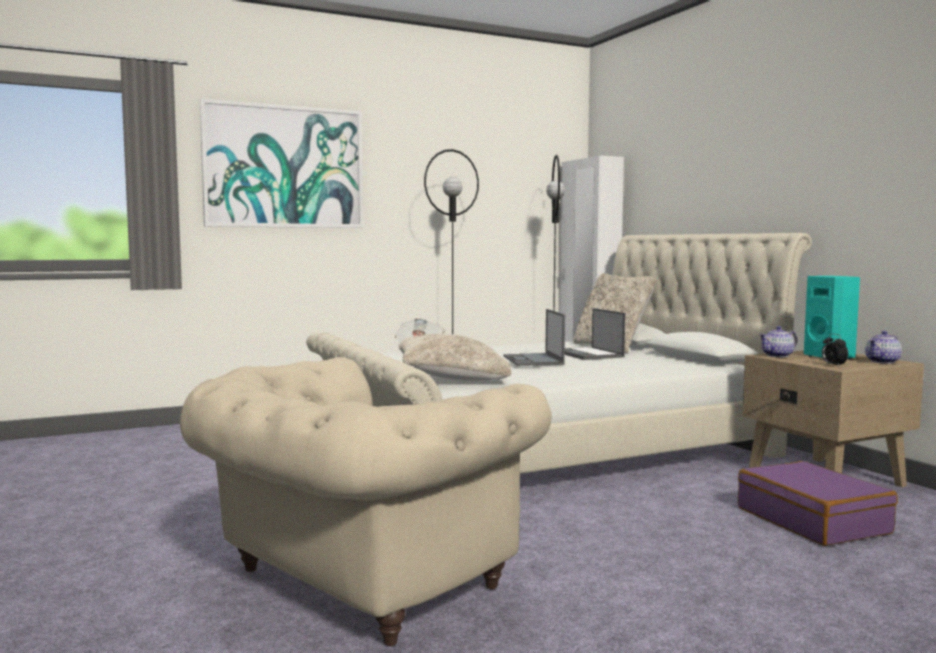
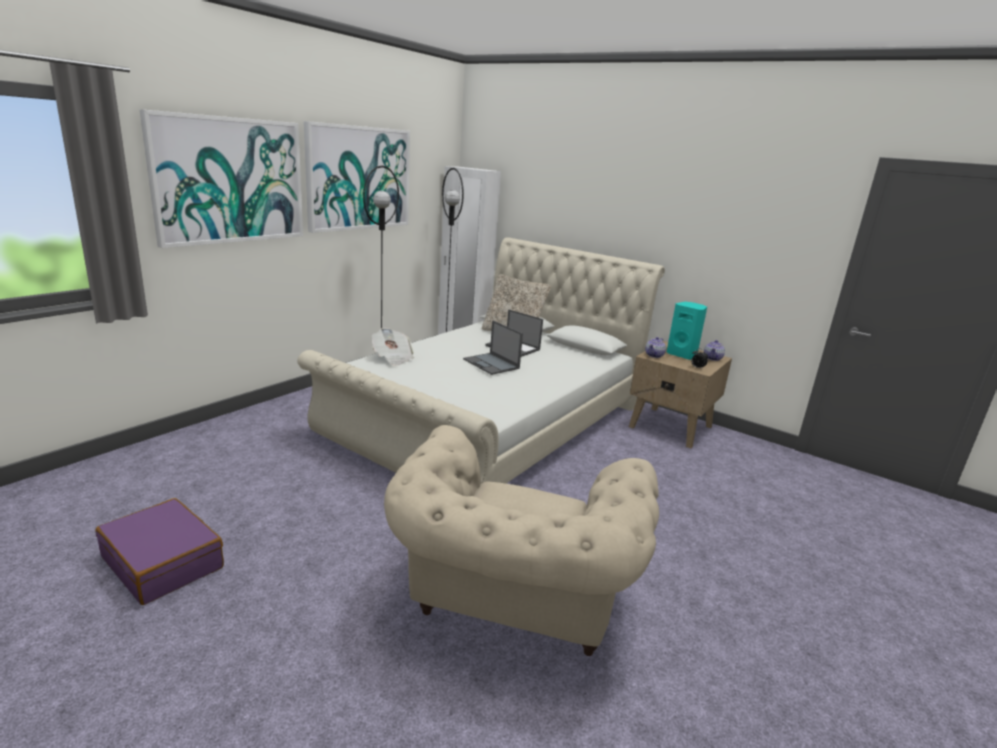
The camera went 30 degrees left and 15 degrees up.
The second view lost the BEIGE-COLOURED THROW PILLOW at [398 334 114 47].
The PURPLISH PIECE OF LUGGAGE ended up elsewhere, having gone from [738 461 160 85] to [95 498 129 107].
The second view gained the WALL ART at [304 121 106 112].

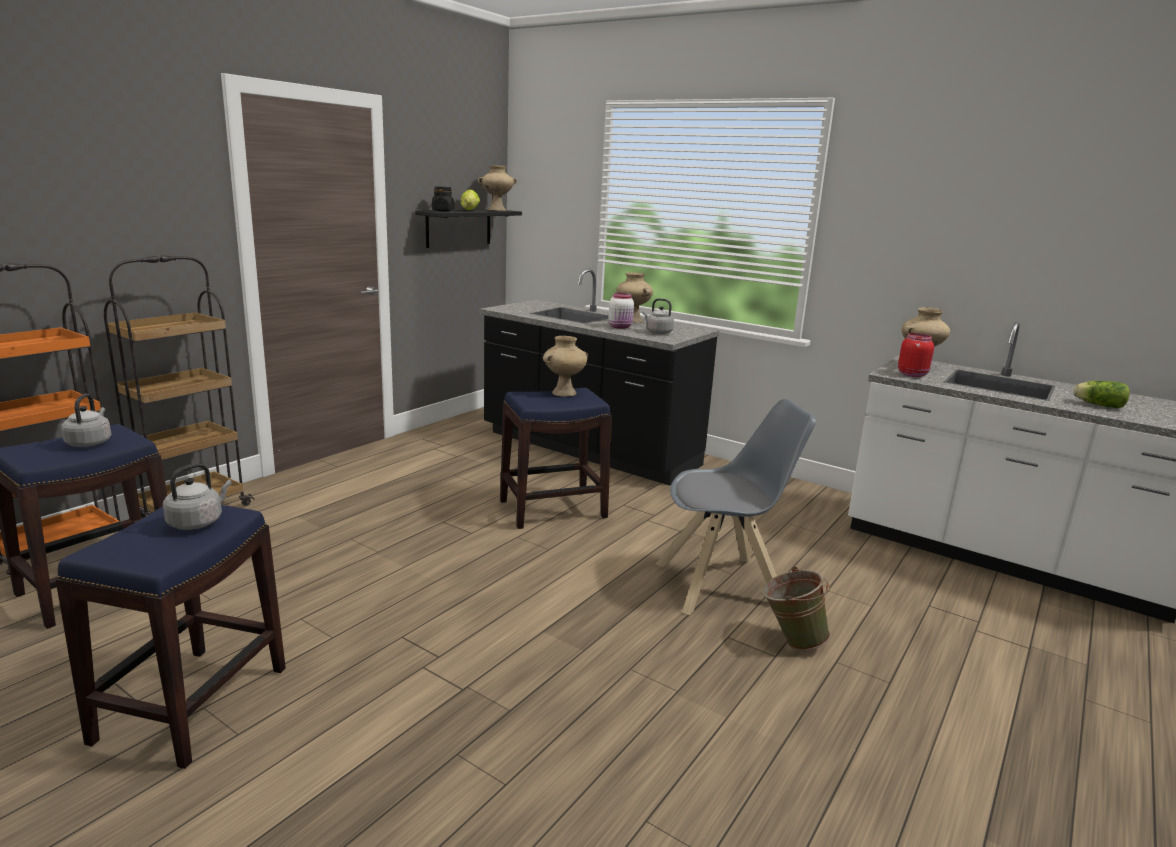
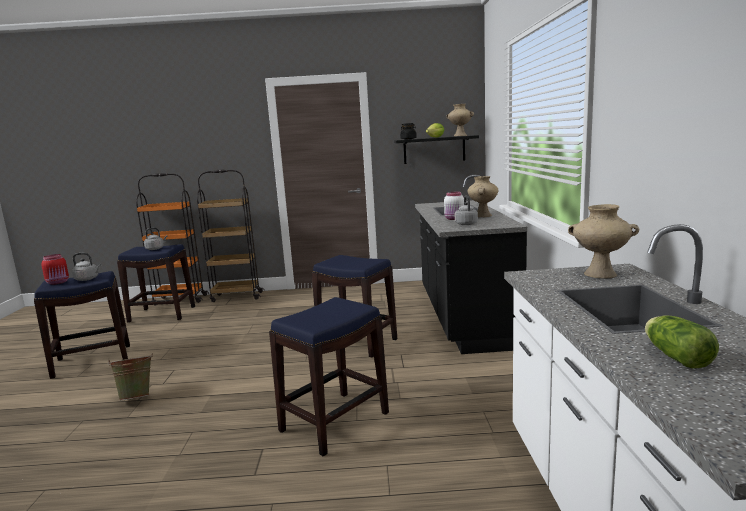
The camera went 55 degrees right and 5 degrees down.
The RED PRESERVE JAR ended up elsewhere, having gone from [898 333 36 44] to [41 254 28 31].
The second view lost the BEIGE-COLOURED FLOWER VASE at [543 336 45 61].
Where the GRAY CHAIR stood at [656 399 160 216], the STOOL SEAT came to stand at [269 297 120 159].
The GREENISH WATER BUCKET ended up elsewhere, having gone from [762 566 68 84] to [108 353 45 48].

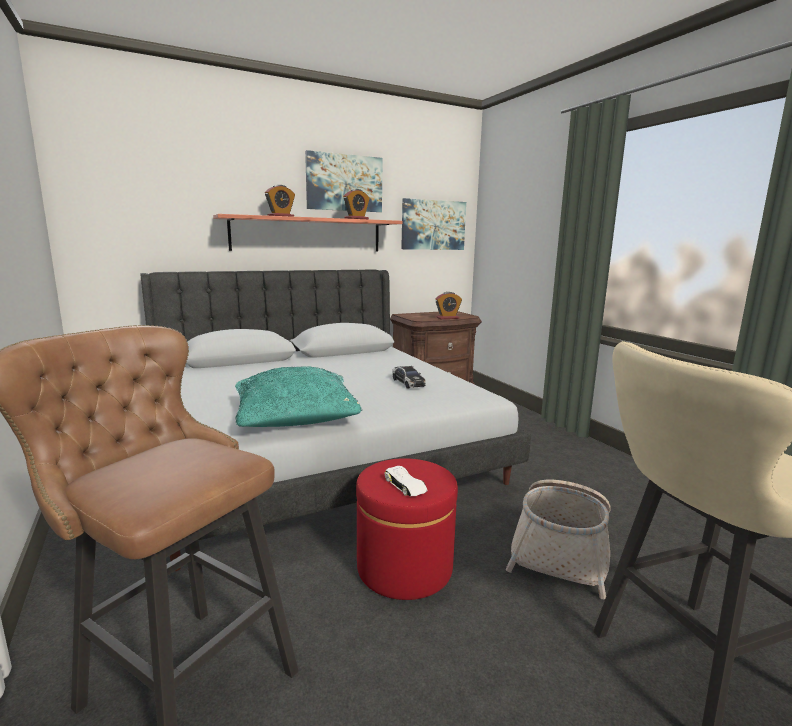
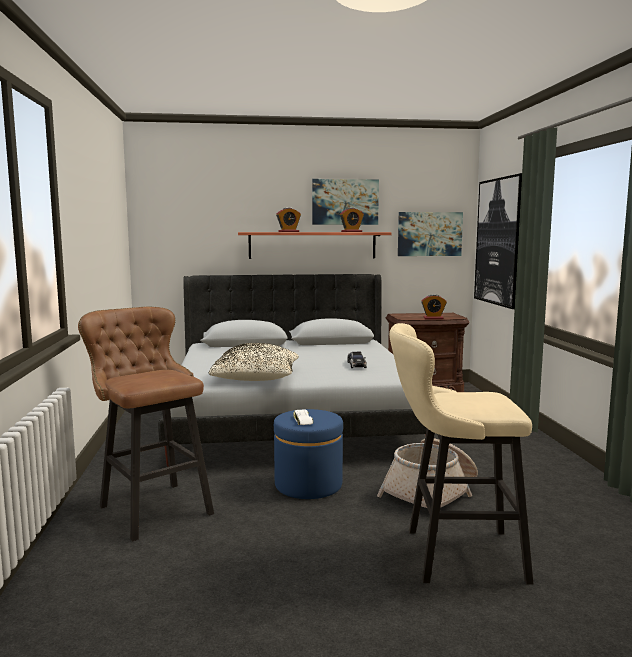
The camera went 20 degrees right and 5 degrees down.
What was the BLUE-GREEN THROW PILLOW at [235 366 127 61] turned into the BEIGE-COLOURED THROW PILLOW at [209 343 90 38].
What was the RED FOOTREST at [356 458 102 142] turned into the BLUE-COLOURED FOOTREST at [274 409 69 90].
The second view gained the WALL ART at [474 173 48 136].

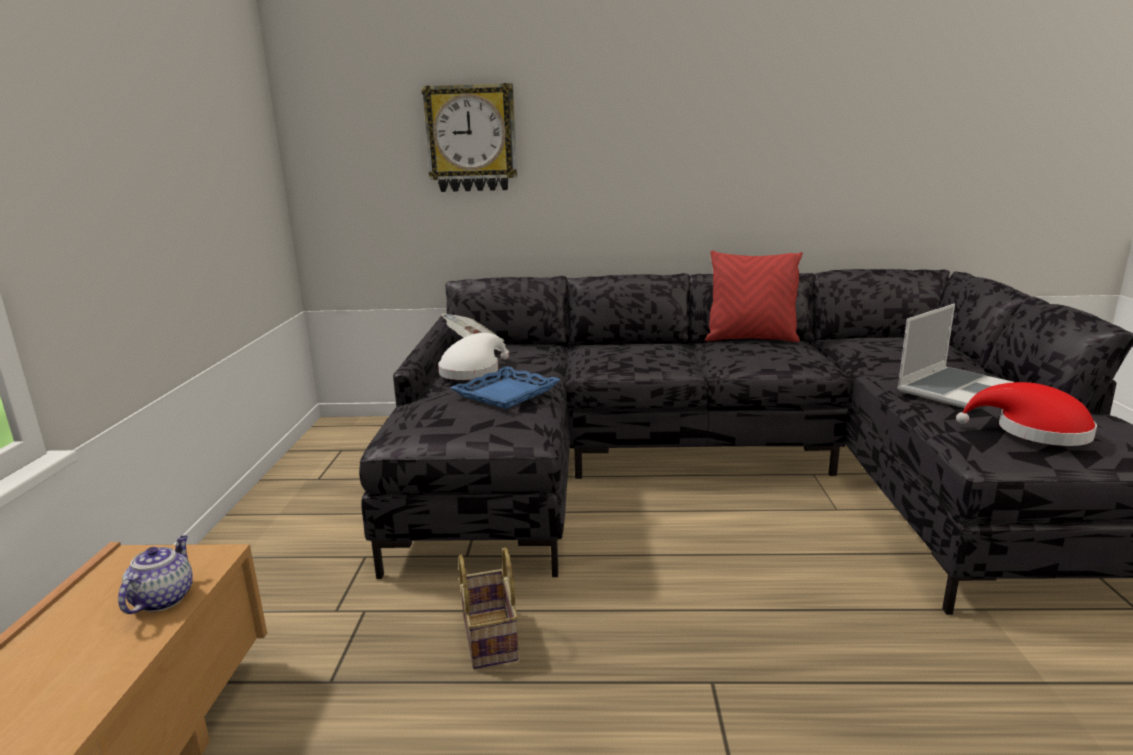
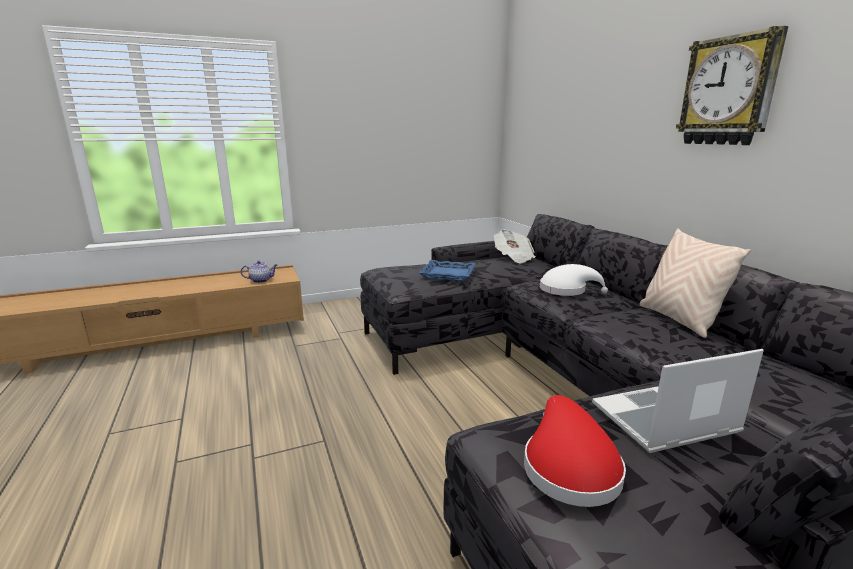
The camera went 65 degrees right and 0 degrees up.
The HANGING CLOCK ended up elsewhere, having gone from [422 83 95 109] to [676 26 112 119].
What was the RED THROW PILLOW at [705 250 98 92] turned into the BEIGE-COLOURED THROW PILLOW at [639 228 112 110].
The PORTABLE COMPUTER at [897 304 116 104] ended up facing another way, 135 degrees clockwise from before.
The WHITISH CLOTHING HAT ended up elsewhere, having gone from [438 333 71 47] to [540 264 68 32].
The second view lost the BASKET at [459 547 60 122].

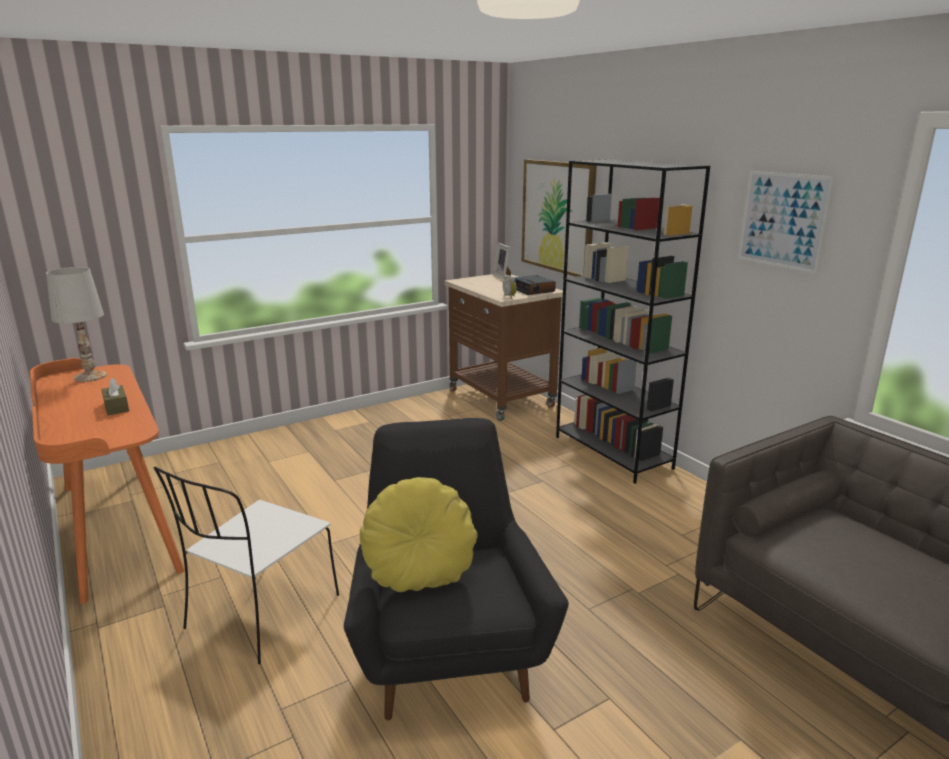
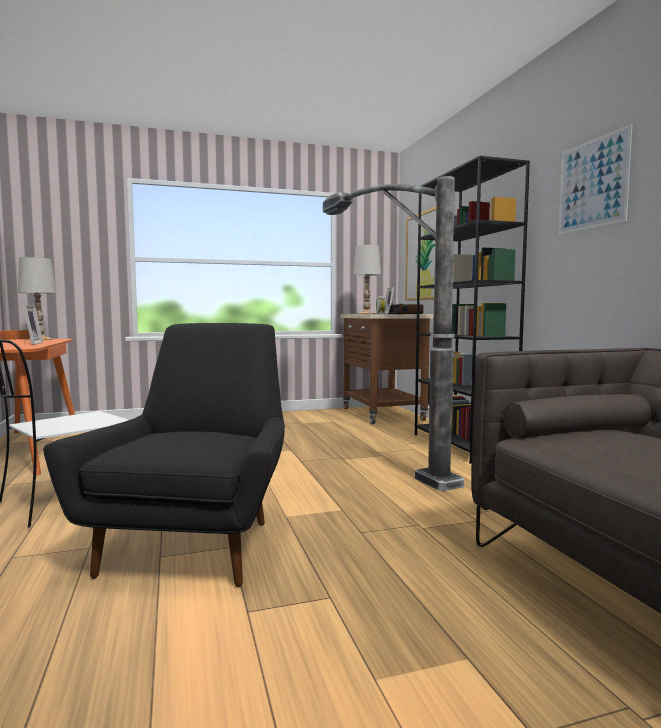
The camera went 15 degrees right and 15 degrees down.
Where the BROWN-COLOURED TISSUE BOX stood at [101 378 28 37], the PHOTO FRAME came to stand at [23 305 20 40].
The second view lost the YELLOW THROW PILLOW at [360 477 118 115].
The second view gained the STANDING LAMP at [323 176 141 315].
The second view gained the WHITISH TABLETOP LAMP at [353 245 28 69].

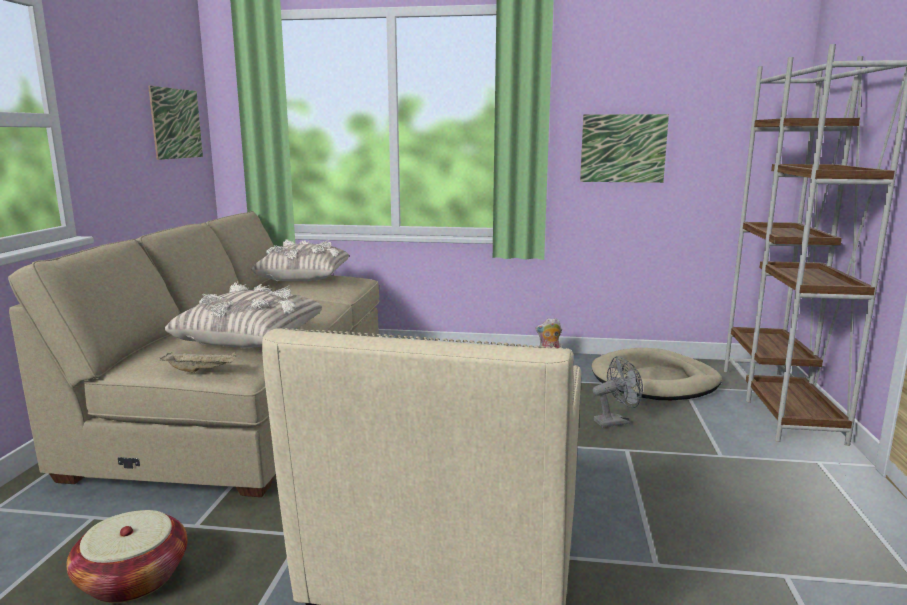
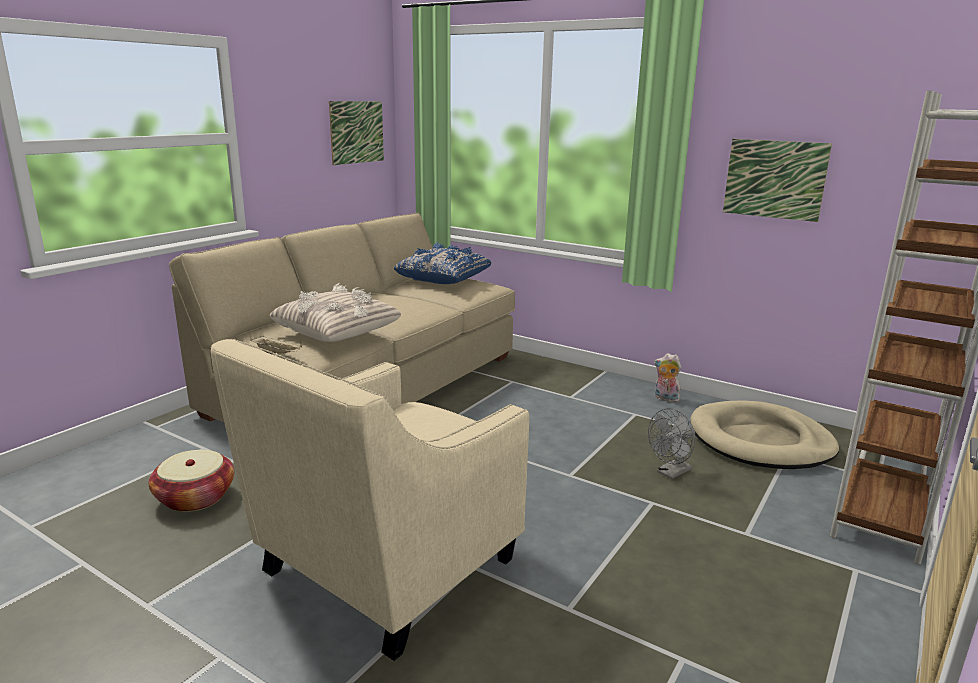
The camera went 25 degrees right and 5 degrees up.
What was the BEIGE-COLOURED THROW PILLOW at [252 239 97 42] turned into the BLUE-COLOURED THROW PILLOW at [394 242 97 42].
The GRAY ELECTRIC FAN at [593 356 50 72] ended up facing another way, 135 degrees clockwise from before.

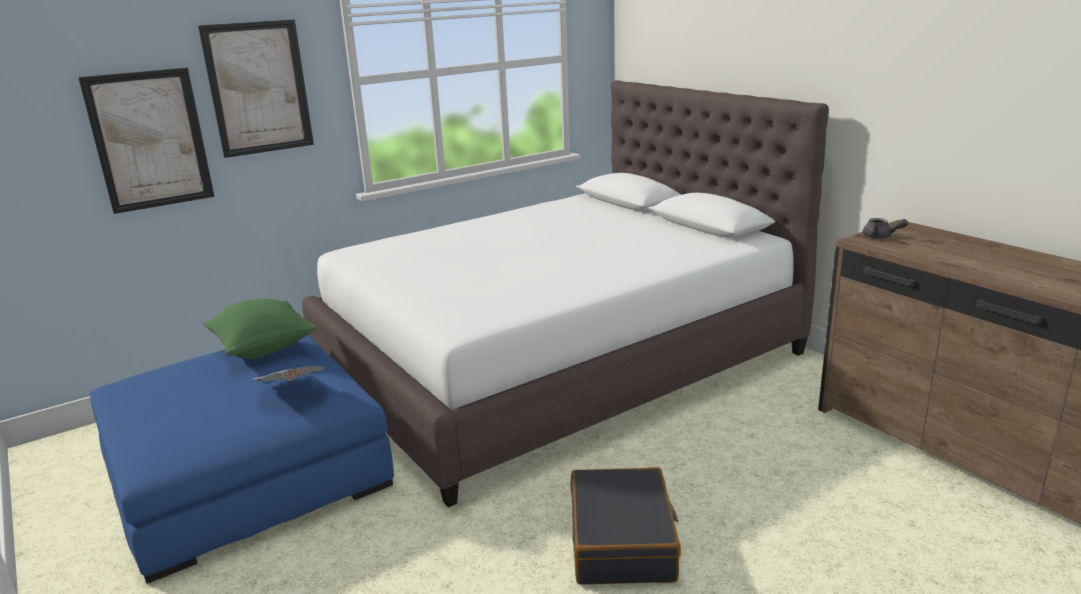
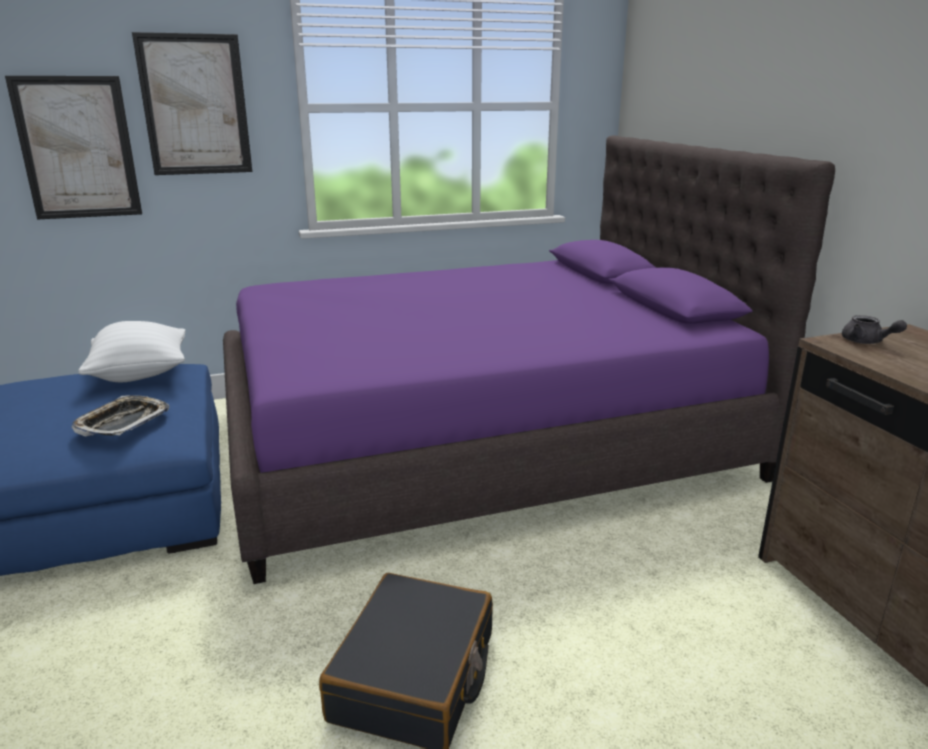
The camera went 15 degrees right and 0 degrees up.
What was the WHITISH BEDROOM BED at [302 80 527 428] turned into the PURPLISH BEDROOM BED at [223 135 612 449].
What was the GREENISH THROW PILLOW at [203 298 114 61] turned into the WHITISH THROW PILLOW at [79 321 106 61].
Where the DAILY PAPER stood at [253 366 74 15], the TRAY came to stand at [72 395 97 42].

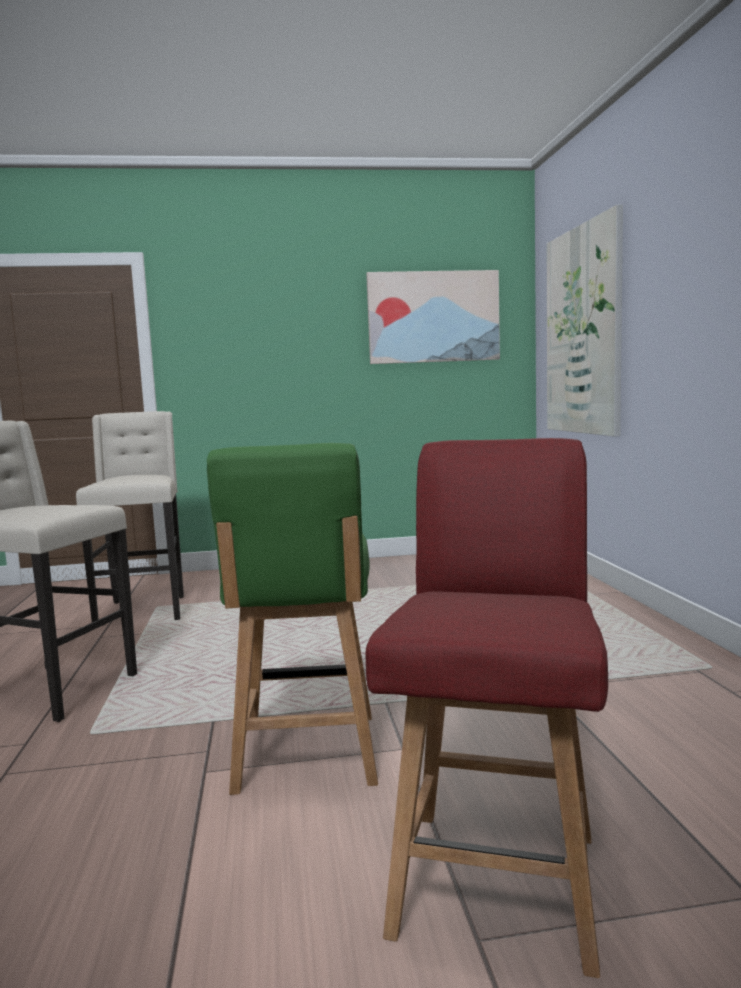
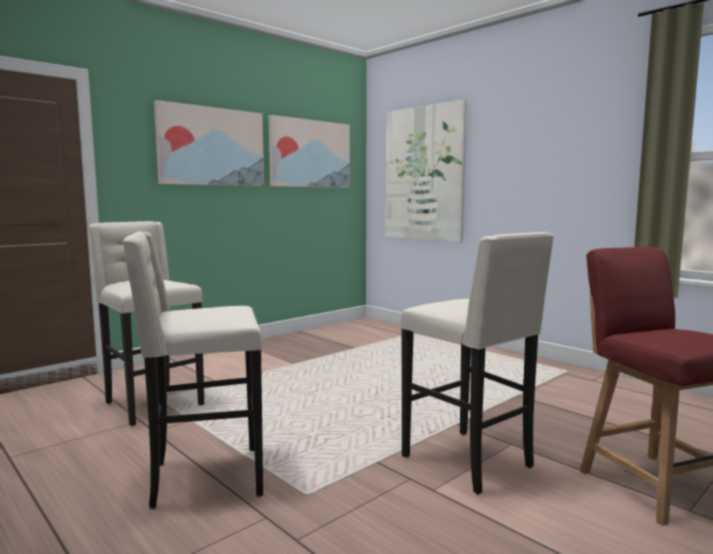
The camera went 35 degrees left and 0 degrees up.
Where the GREENISH CHAIR stood at [207 443 171 352], the BEIGE-COLOURED STOOL SEAT came to stand at [400 232 154 262].
The second view gained the WALL ART at [154 100 110 86].

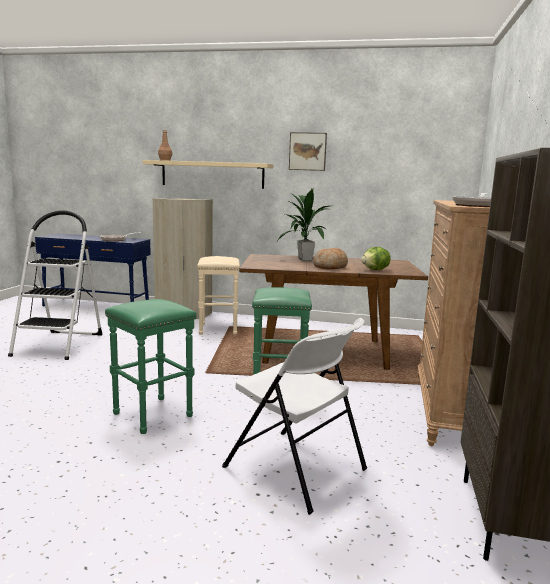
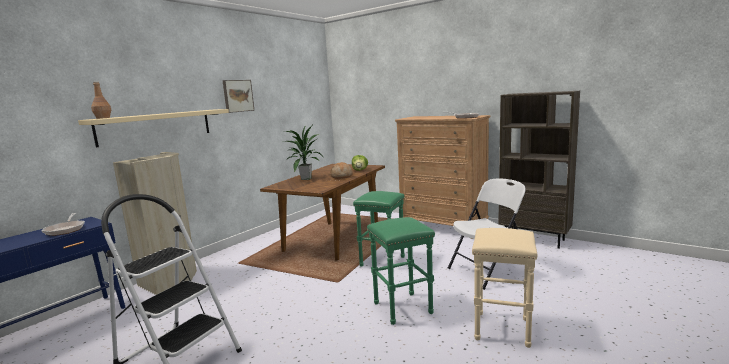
The camera went 65 degrees left and 0 degrees up.
The BEIGE-COLOURED STOOL SEAT ended up elsewhere, having gone from [197 256 43 79] to [472 228 65 120].

